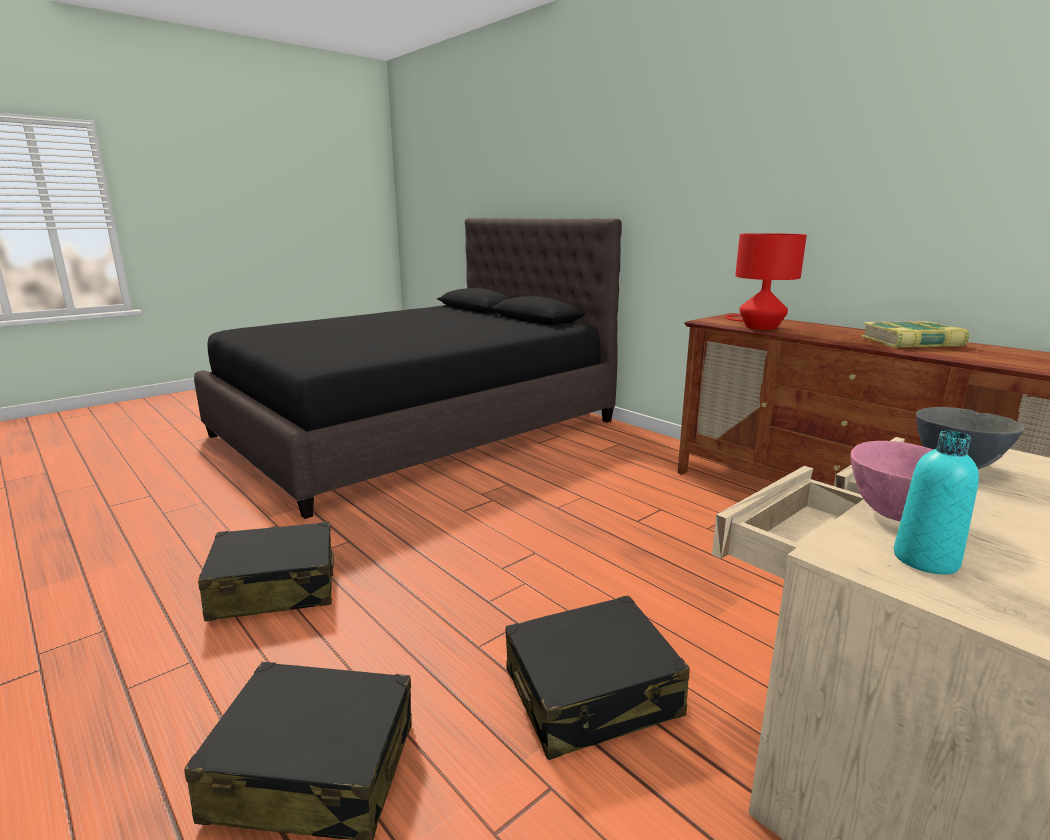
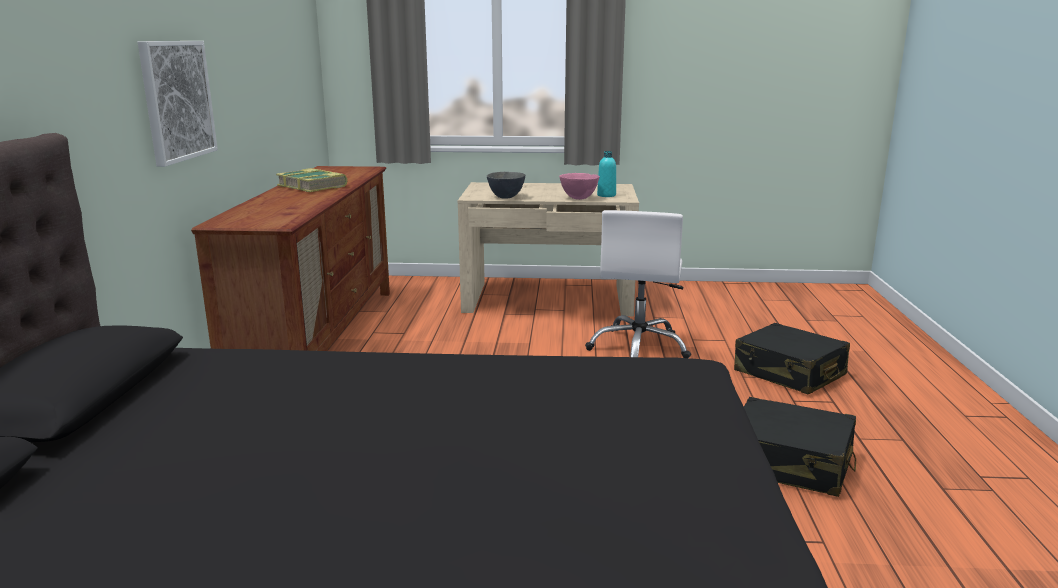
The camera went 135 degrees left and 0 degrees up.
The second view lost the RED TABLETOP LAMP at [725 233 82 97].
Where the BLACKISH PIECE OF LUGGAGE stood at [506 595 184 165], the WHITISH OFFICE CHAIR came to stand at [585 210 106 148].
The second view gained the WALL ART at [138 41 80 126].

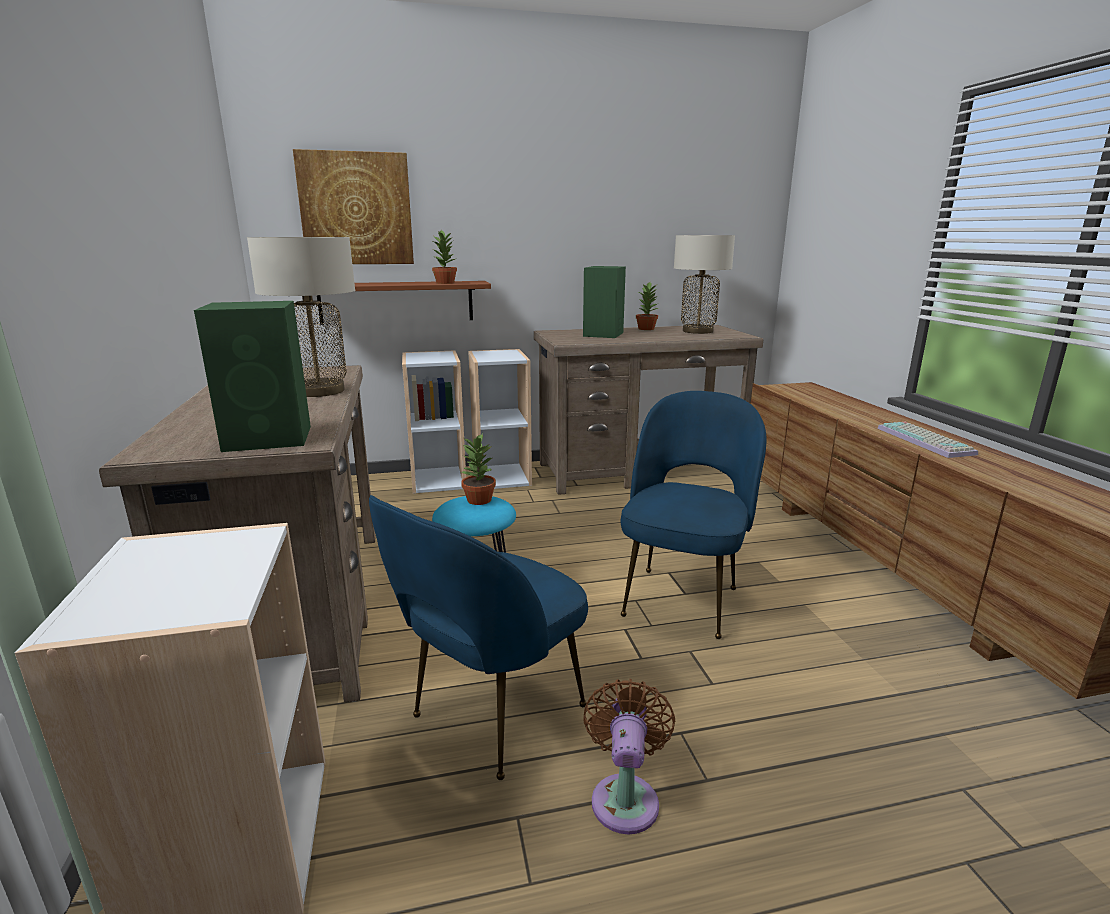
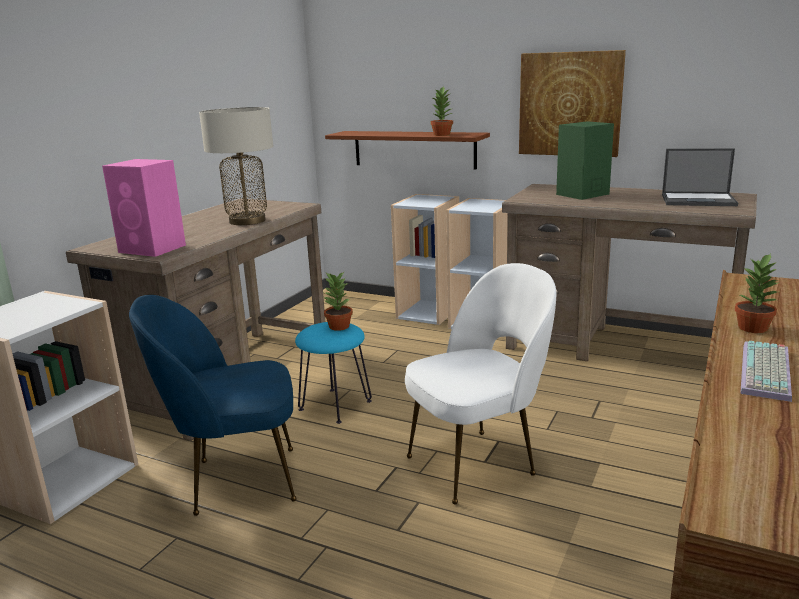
The camera went 40 degrees right and 0 degrees up.
The WALL ART ended up elsewhere, having gone from [293 149 121 115] to [519 50 107 107].
Where the TABLETOP LAMP stood at [674 235 61 99], the PORTABLE COMPUTER came to stand at [662 148 76 58].
The HOUSEPLANT ended up elsewhere, having gone from [636 282 22 48] to [735 253 44 80].
What was the GREENISH AUDIO SPEAKER at [194 301 117 151] turned into the PINK-COLOURED AUDIO SPEAKER at [102 159 84 98].
What was the BLUE-COLOURED CHAIR at [621 391 145 248] turned into the WHITISH CHAIR at [405 263 151 242].
The second view lost the BROWN-COLOURED ELECTRIC FAN at [583 679 92 155].

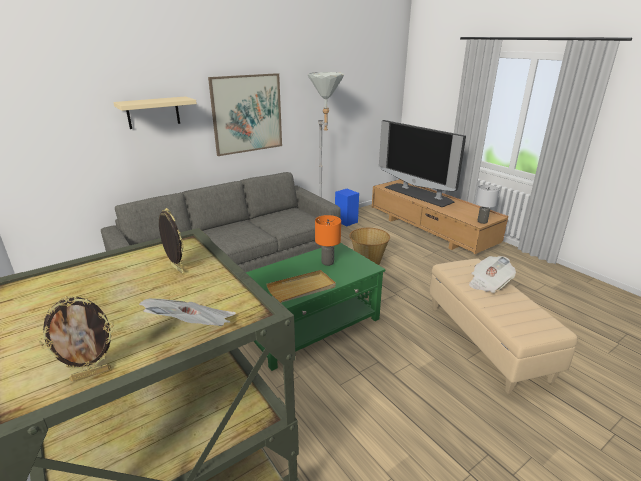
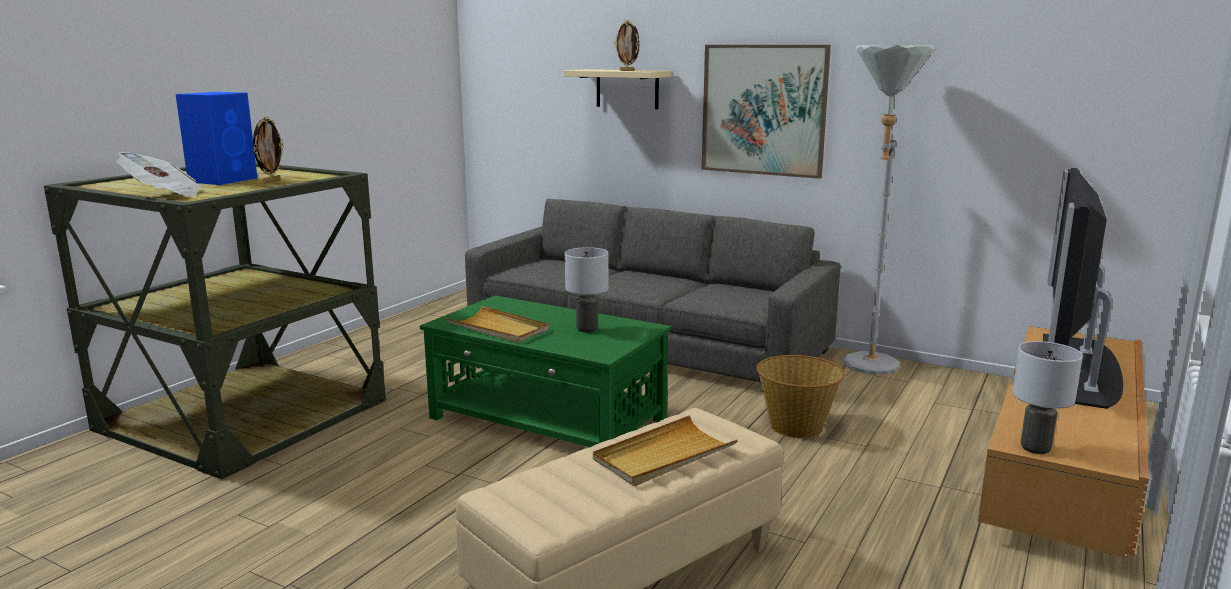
The camera went 65 degrees right and 10 degrees down.
The BLUE-COLOURED AUDIO SPEAKER ended up elsewhere, having gone from [335 189 24 37] to [176 92 81 93].
What was the ORANGE TABLETOP LAMP at [315 215 26 51] turned into the WHITISH TABLETOP LAMP at [565 247 43 86].
Where the DAILY PAPER stood at [469 256 47 37], the BEIGE-COLOURED TRAY came to stand at [593 415 145 71].
The PHOTO FRAME ended up elsewhere, having gone from [39 296 76 85] to [614 20 26 51].

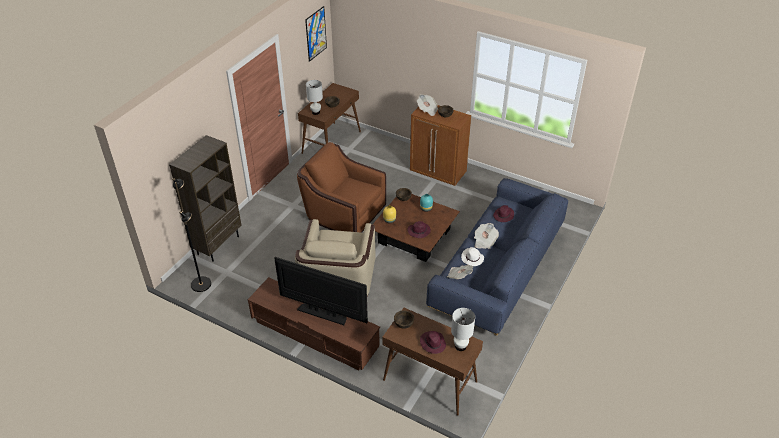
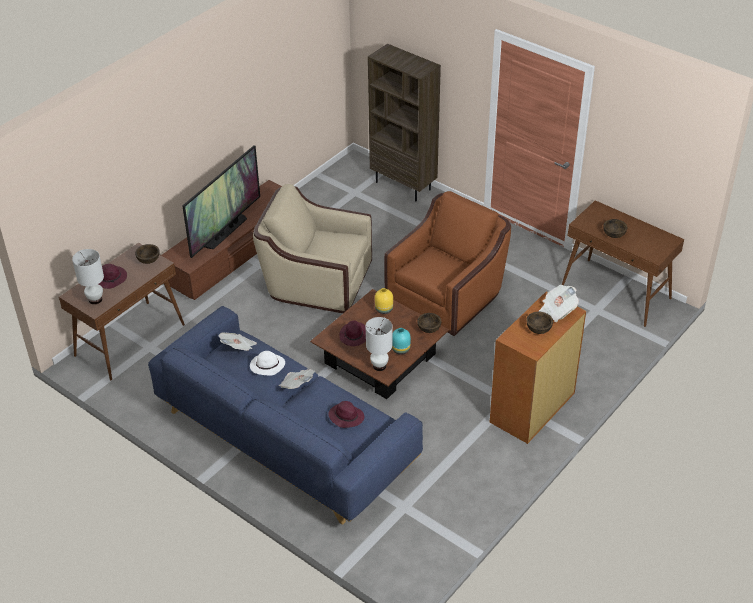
The camera went 100 degrees right and 0 degrees up.
The second view lost the WALL ART at [305 6 22 56].
The WHITISH TABLETOP LAMP ended up elsewhere, having gone from [306 80 17 35] to [366 317 26 54].
The second view lost the BLACKISH STANDING LAMP at [172 178 39 114].

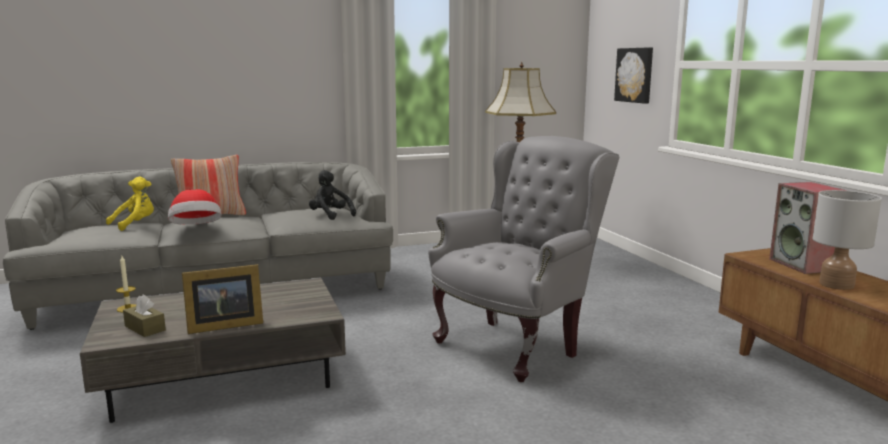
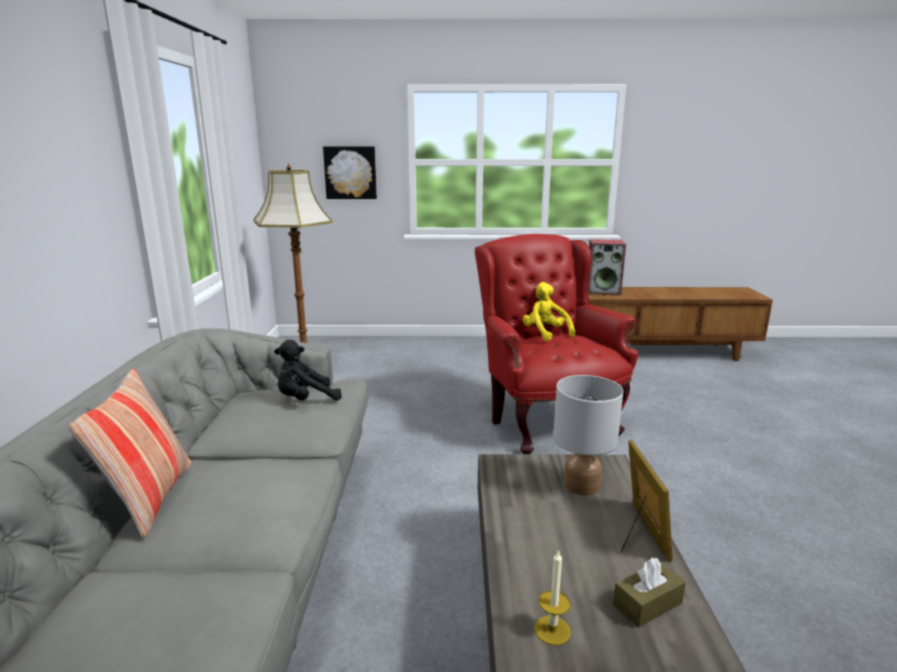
The camera went 70 degrees left and 5 degrees up.
What was the GRAY EASY CHAIR at [428 136 191 246] turned into the RED EASY CHAIR at [475 234 163 220].
The YELLOW CUDDLY TOY ended up elsewhere, having gone from [106 177 48 54] to [522 282 53 59].
The second view lost the CLOTHING HAT at [168 189 54 36].
The GRAY TABLETOP LAMP ended up elsewhere, having gone from [812 190 70 100] to [553 375 70 120].

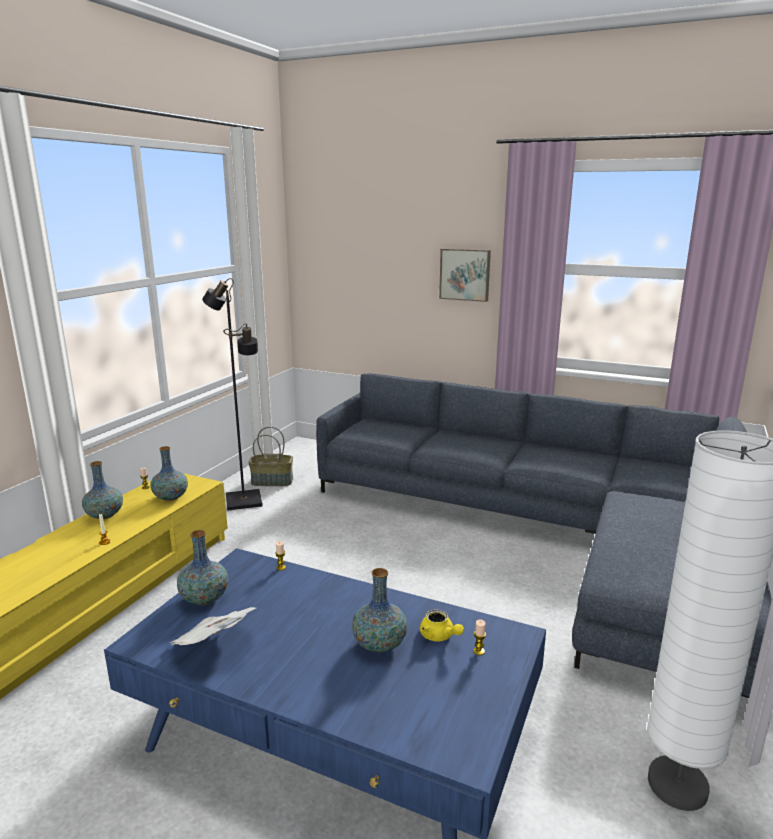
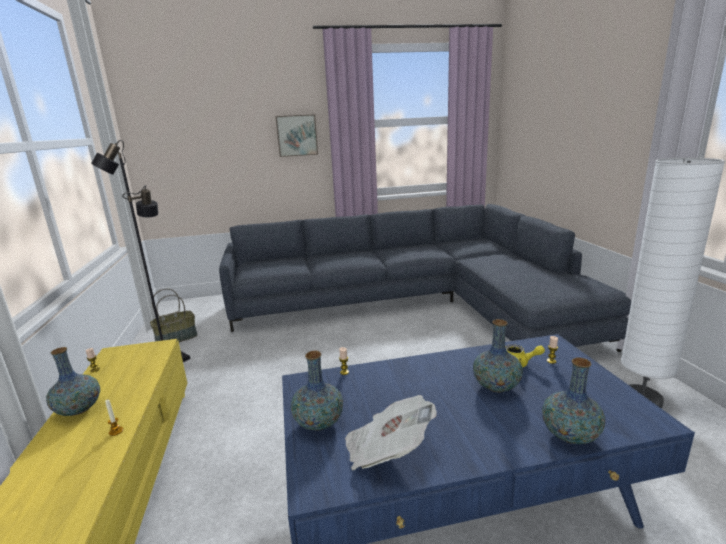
The camera went 35 degrees left and 0 degrees up.
The FLOWER VASE ended up elsewhere, having gone from [150 446 38 55] to [542 357 63 87].

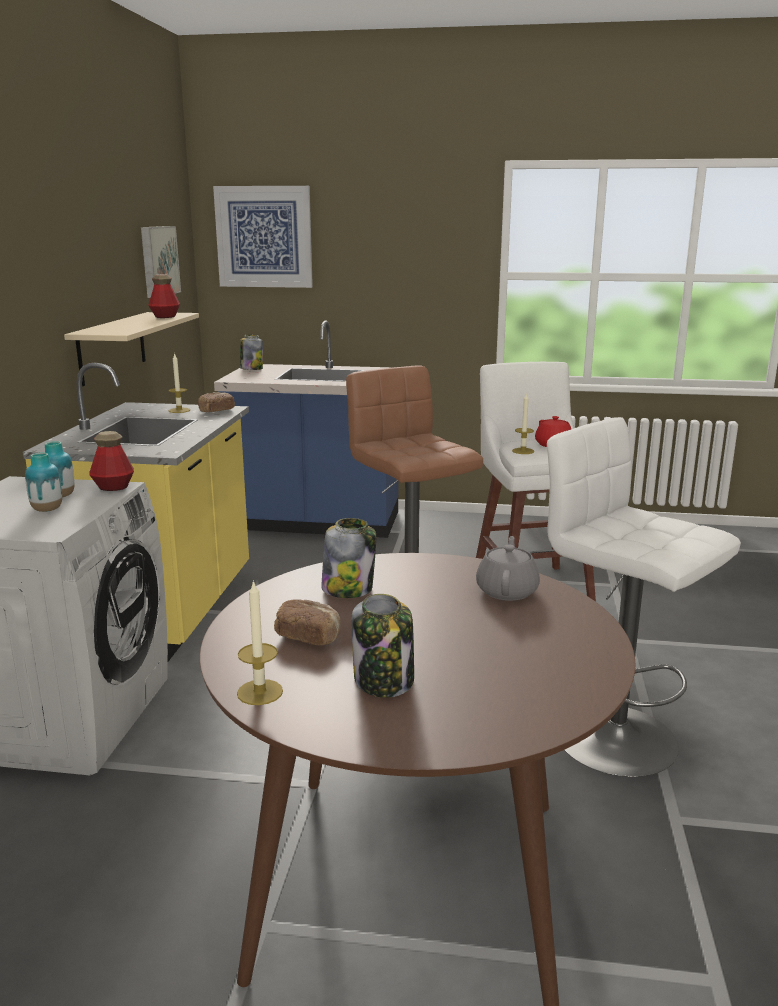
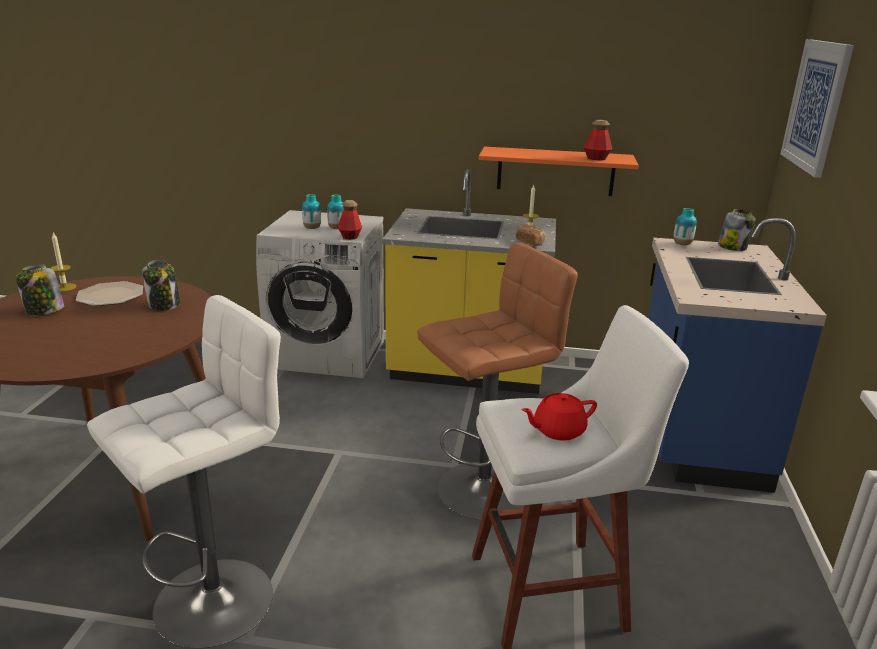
The camera went 90 degrees right and 5 degrees up.
The second view lost the WALL ART at [141 226 40 72].
What was the BEIGE-COLOURED WALL SHELF at [64 312 135 74] turned into the ORANGE WALL SHELF at [479 146 159 50].
The second view lost the WAX CANDLE at [512 393 22 61].
The second view lost the GRAY POT FOR TEA at [476 536 64 65].
Where the BAKED BREAD stood at [274 599 67 46], the PLATE came to stand at [76 281 67 25].
The second view gained the FLOWER VASE at [674 208 23 37].

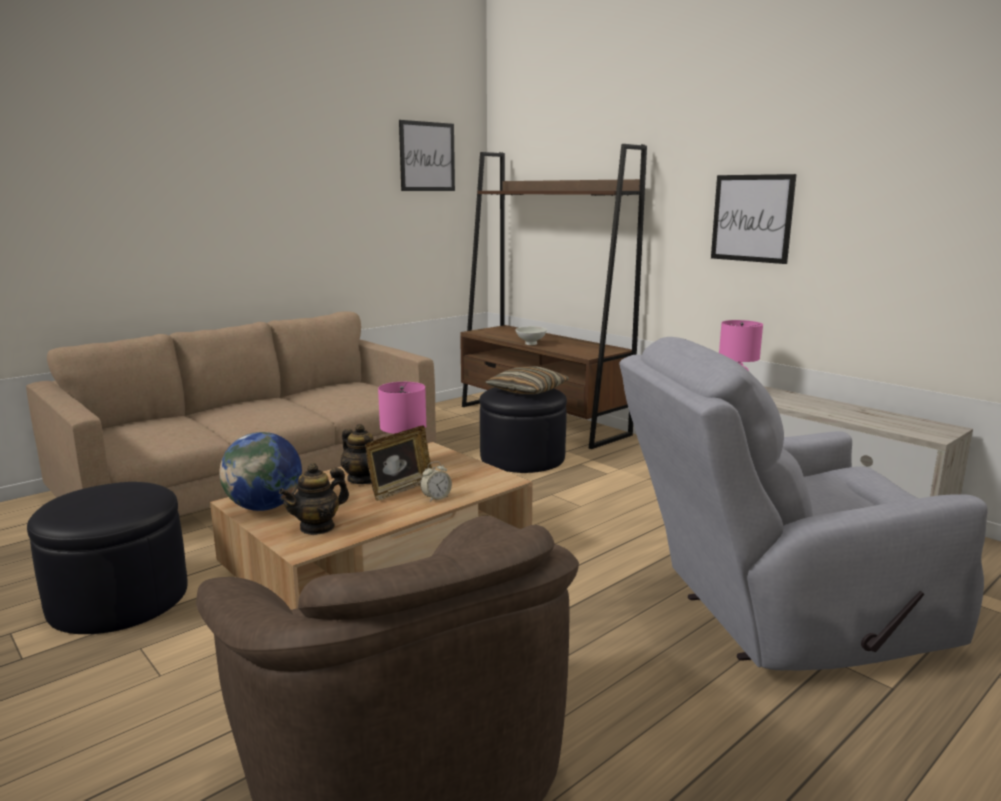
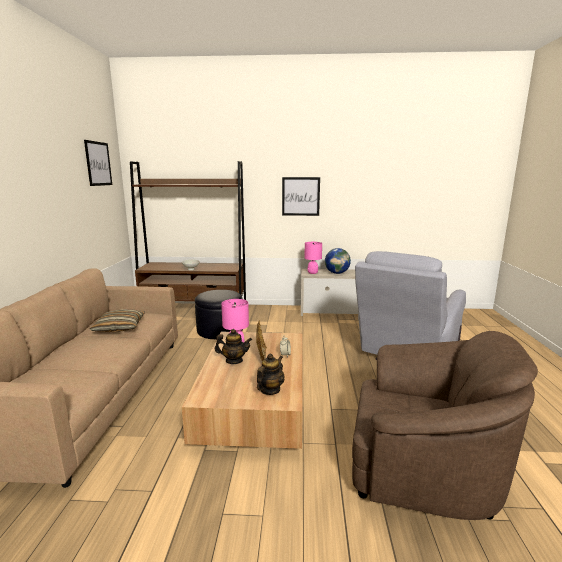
The camera went 45 degrees left and 0 degrees up.
The THROW PILLOW ended up elsewhere, having gone from [486 366 83 28] to [89 309 56 23].
The GLOBE ended up elsewhere, having gone from [219 432 83 79] to [325 248 26 26].
The POT FOR TEA at [279 463 70 72] ended up facing another way, 150 degrees counterclockwise from before.
The second view lost the BLACKISH FOOTREST at [27 482 161 152].

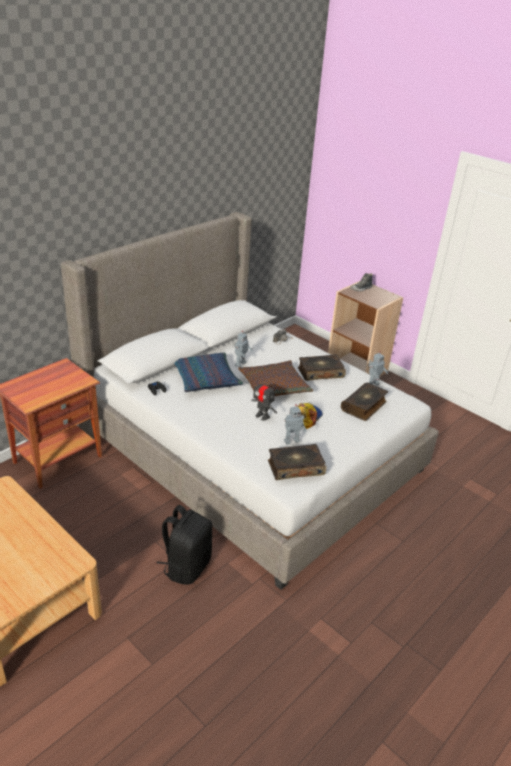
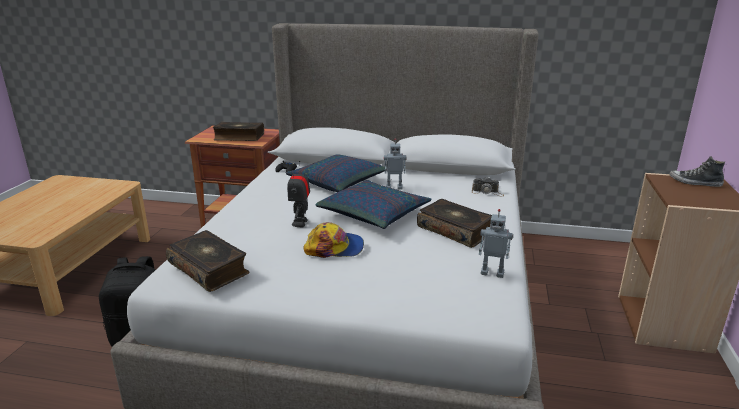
The camera went 60 degrees right and 10 degrees down.
What was the BROWN-COLOURED THROW PILLOW at [238 360 75 36] turned into the BLUE-COLOURED THROW PILLOW at [315 180 117 49].
The BOOK ended up elsewhere, having gone from [341 382 47 39] to [213 122 51 19].
The second view lost the TOY ROBOT at [284 404 22 41].

